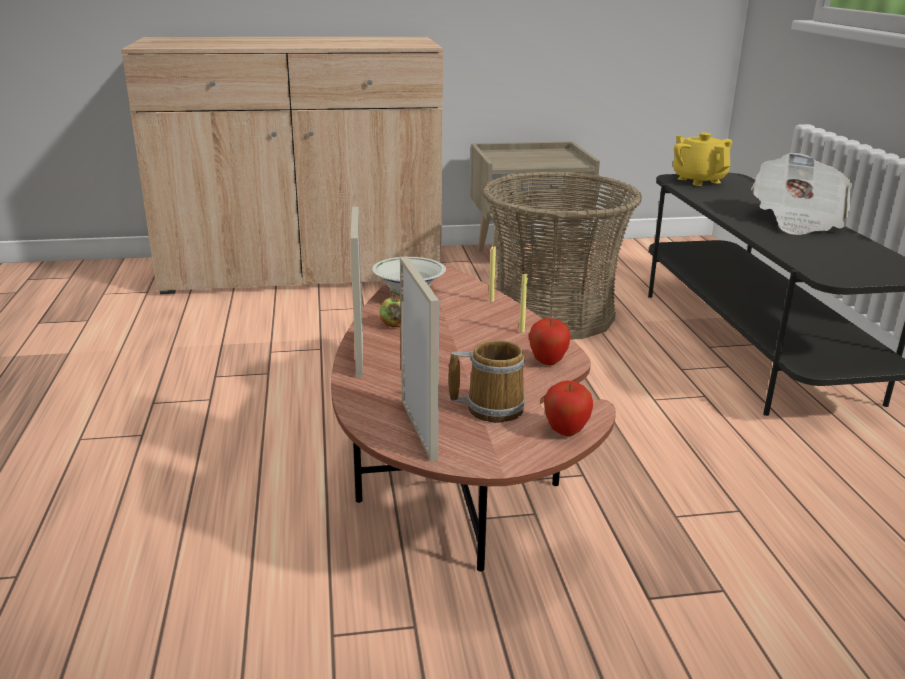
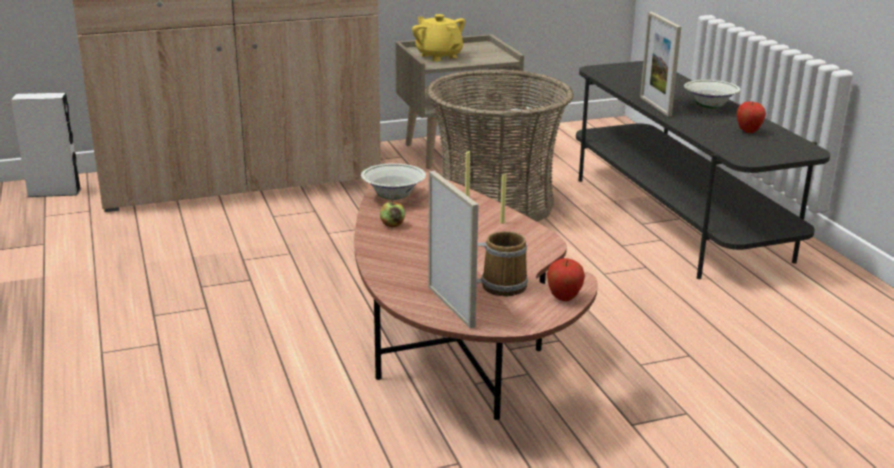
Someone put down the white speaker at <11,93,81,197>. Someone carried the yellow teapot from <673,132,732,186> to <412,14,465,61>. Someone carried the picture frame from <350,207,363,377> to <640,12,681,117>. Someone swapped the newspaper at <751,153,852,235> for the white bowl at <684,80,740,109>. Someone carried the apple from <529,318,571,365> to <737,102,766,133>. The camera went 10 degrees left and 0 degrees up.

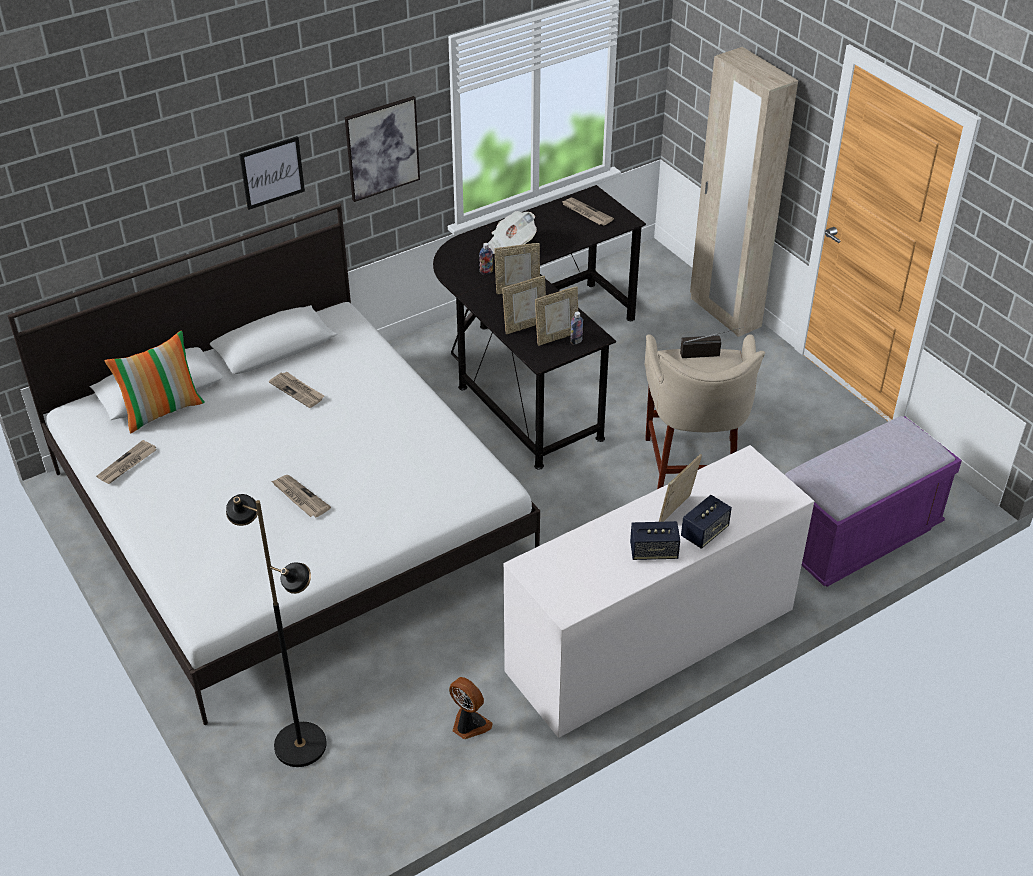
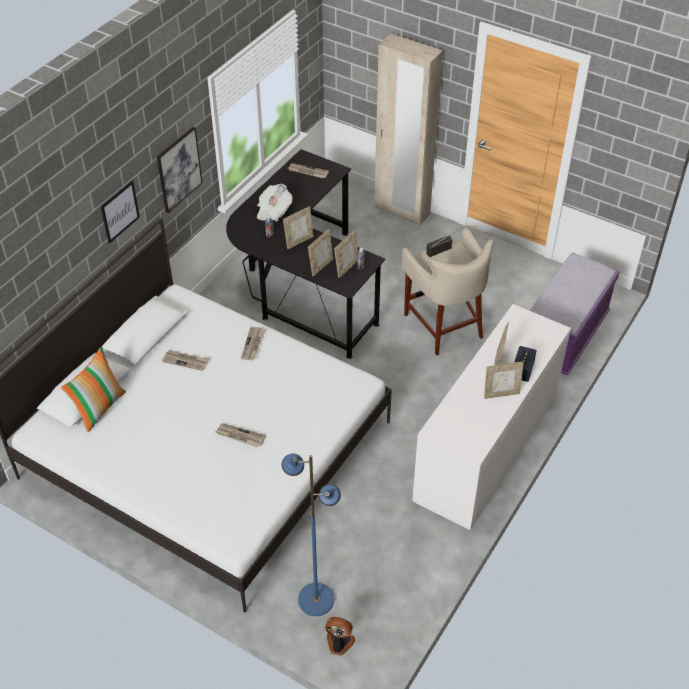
Someone carried the newspaper from <96,440,156,484> to <241,326,265,360>. Someone repainted the black floor lamp at <226,494,327,767>, which became the blue floor lamp at <282,453,341,616>. Someone carried the fan from <449,677,493,739> to <325,617,355,656>. Someone swapped the speaker at <630,521,680,560> for the picture frame at <484,362,524,399>. The camera went 25 degrees left and 5 degrees up.

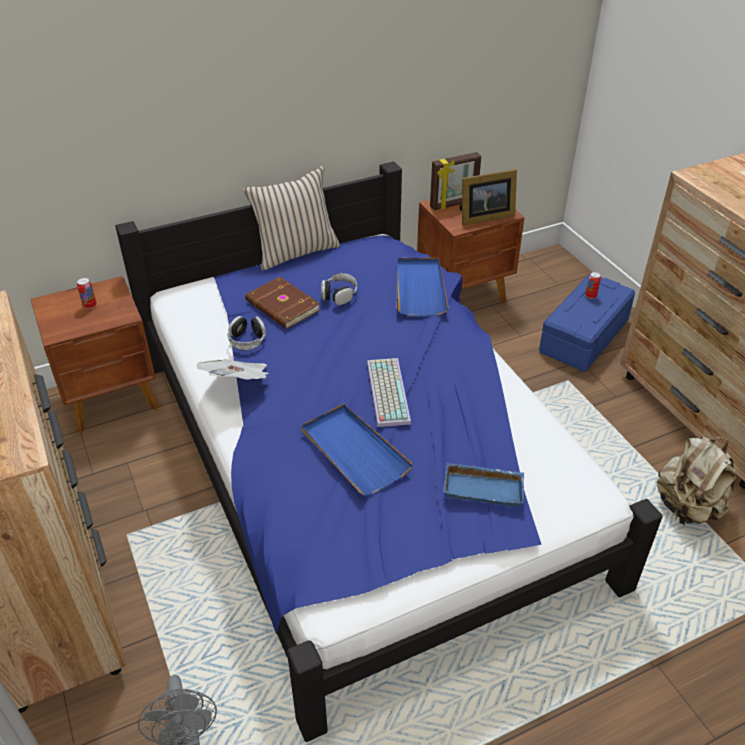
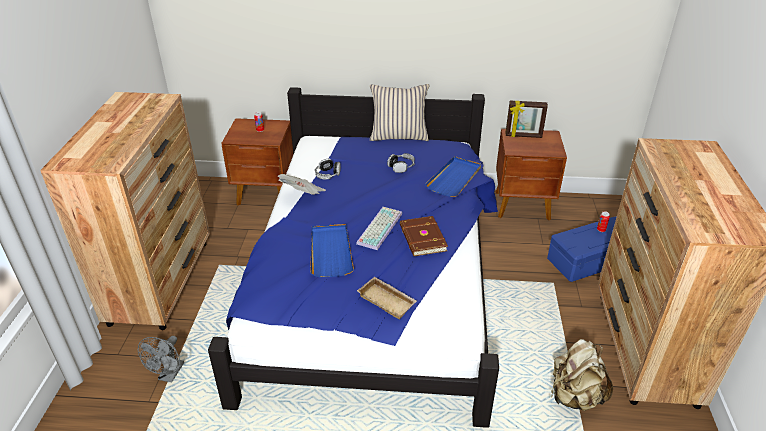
Someone repainted the blue tray at <443,463,524,507>, which became the beige tray at <357,276,417,319>. Someone carried the brown book from <245,277,320,329> to <400,216,448,256>. Someone took away the picture frame at <459,169,517,225>. The camera went 30 degrees right and 5 degrees down.

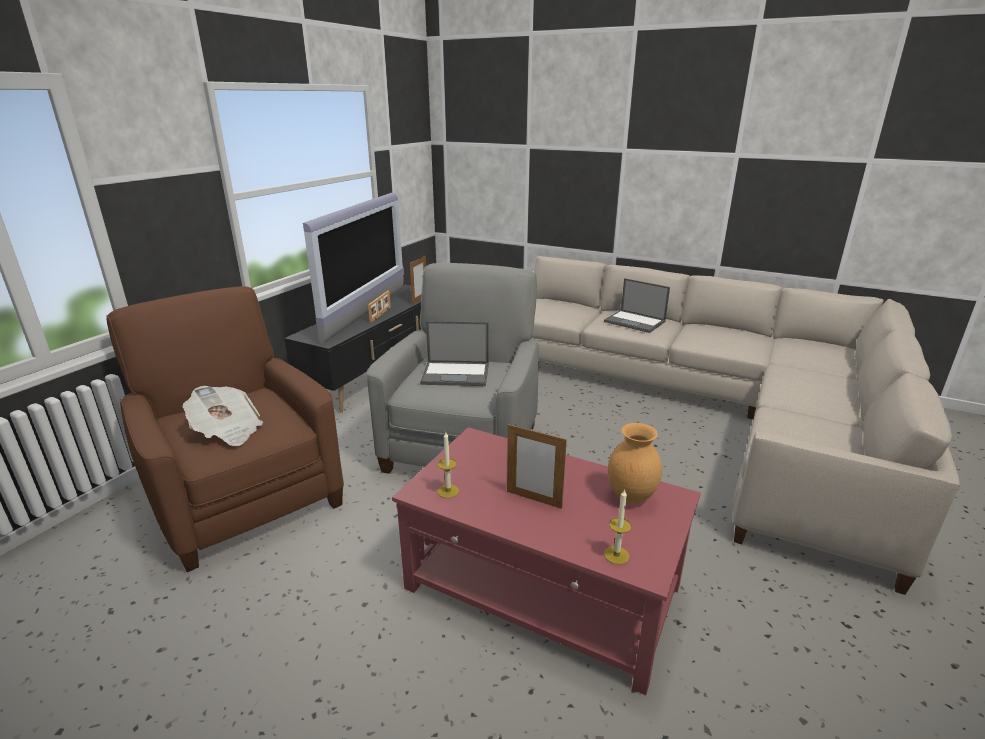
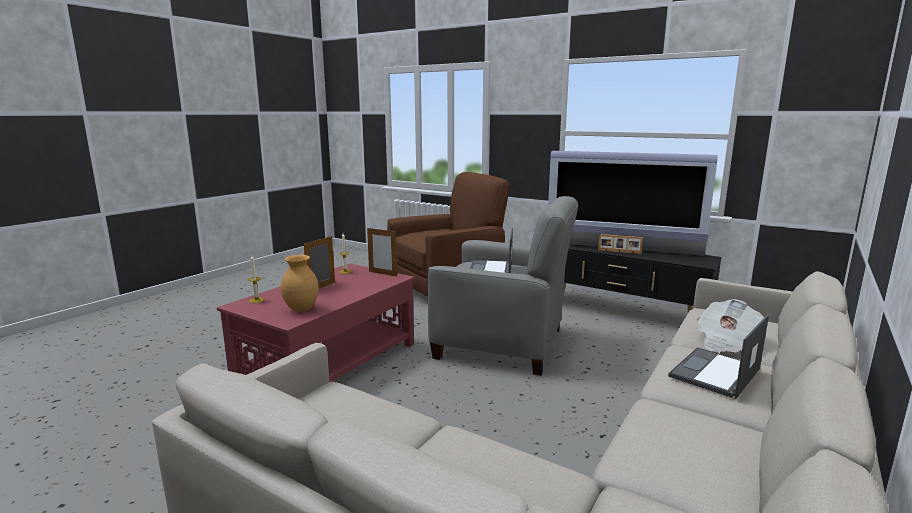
Someone carried the picture frame from <410,256,426,304> to <367,228,397,276>. Someone carried the newspaper from <183,386,263,446> to <698,299,764,352>. The camera went 95 degrees right and 10 degrees down.

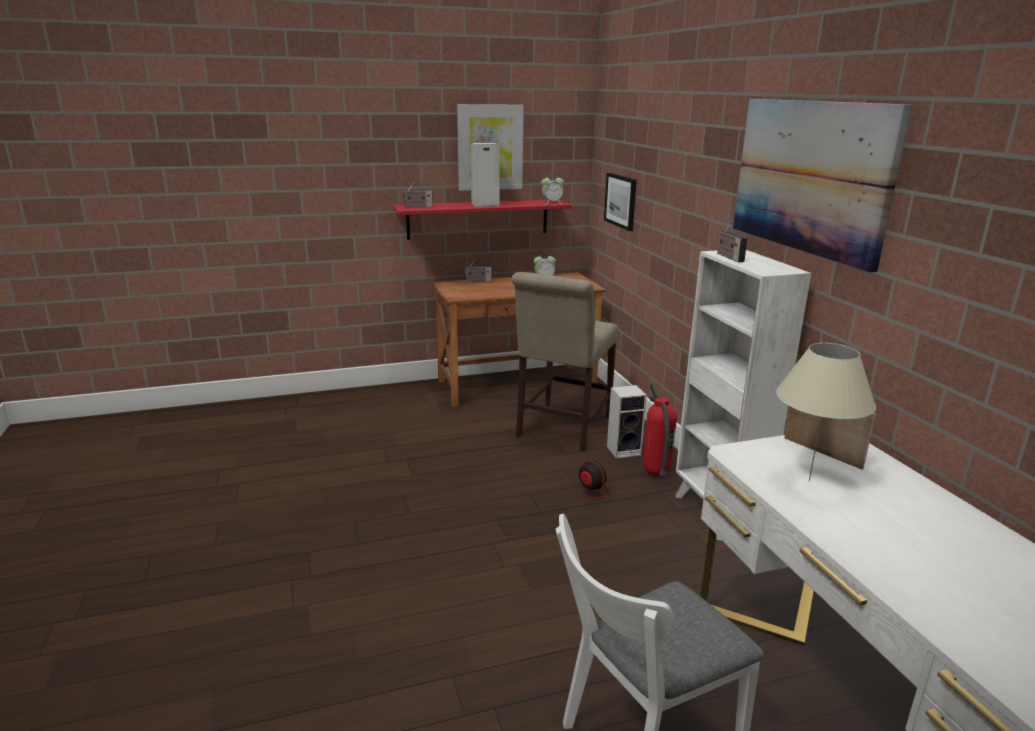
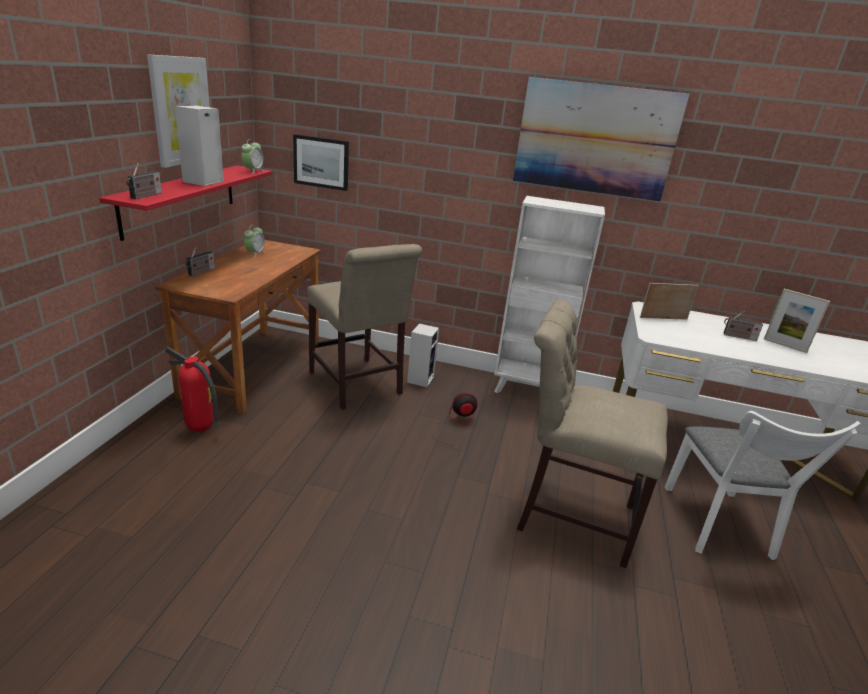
Someone carried the fire extinguisher from <643,383,677,476> to <165,347,221,432>. Someone put down the beige chair at <517,300,668,568>. Someone carried the radio from <717,221,748,262> to <723,311,763,341>. Someone put down the picture frame at <764,289,830,353>. Someone took away the beige table lamp at <776,343,876,482>. The camera went 60 degrees left and 5 degrees up.

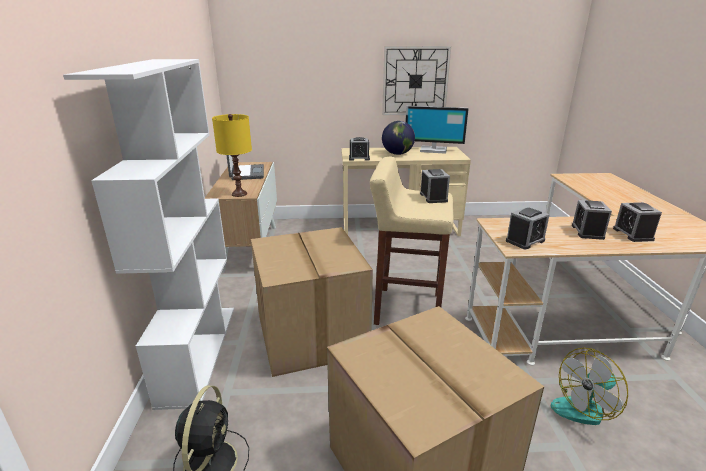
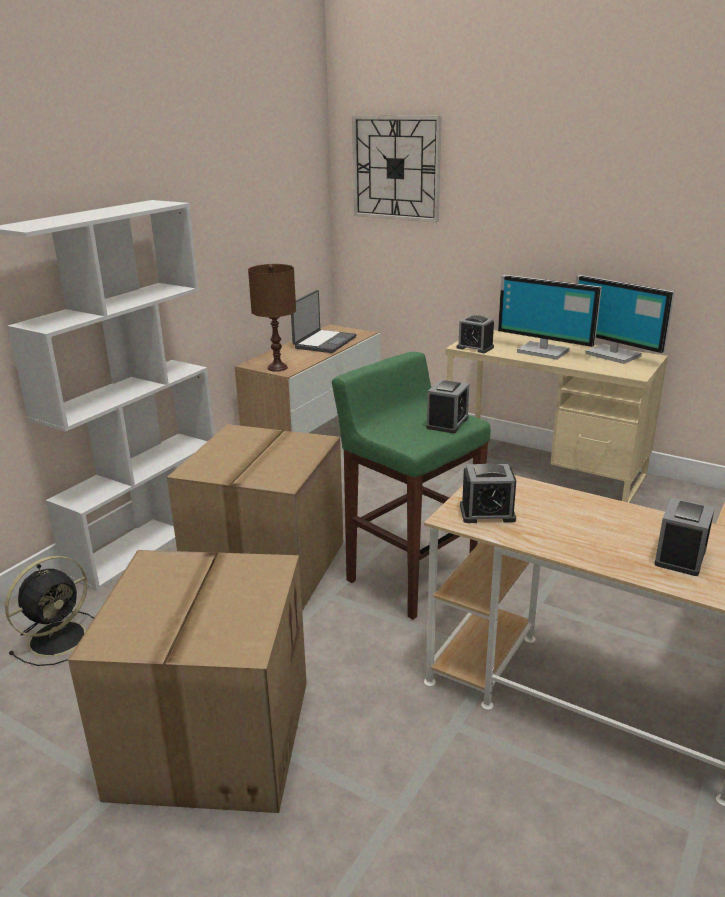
Someone repainted the yellow table lamp at <212,114,252,197>, which became the brown table lamp at <248,264,296,372>. Someone repainted the beige stool at <370,157,454,325>, which became the green stool at <332,352,490,620>. Someone carried the wall clock from <382,46,451,115> to <352,115,442,223>. Someone swapped the globe at <382,121,415,155> for the monitor at <498,275,602,360>. Someone took away the fan at <551,348,628,425>. Someone took away the alarm clock at <572,200,612,240>. The camera went 35 degrees right and 0 degrees up.

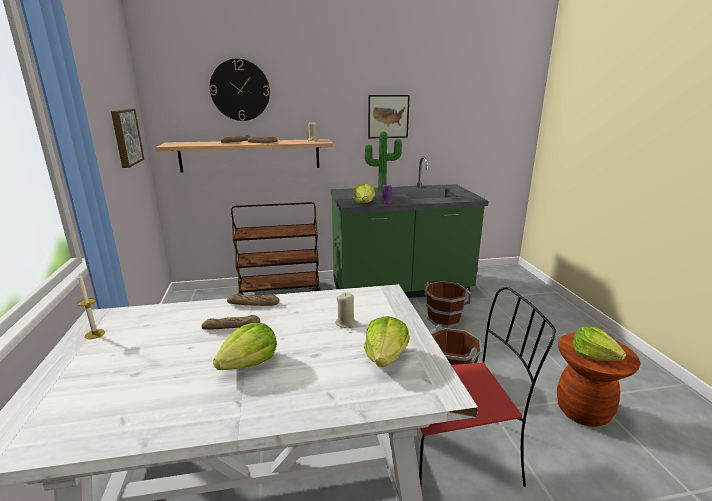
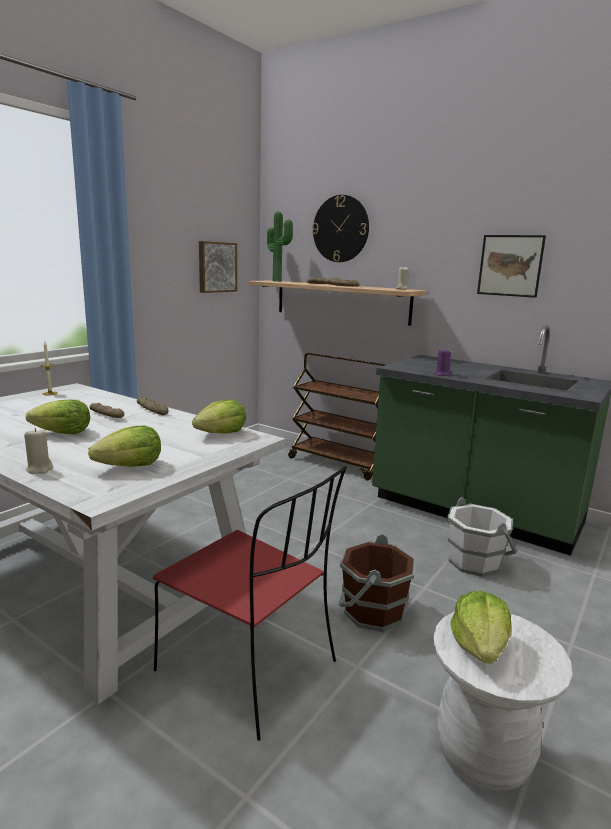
Someone carried the beige candle from <335,293,357,328> to <24,428,53,474>. Someone carried the lettuce from <354,184,375,203> to <192,399,246,434>. Someone carried the potted plant from <365,131,402,193> to <267,211,293,282>. Someone repainted the brown stool at <557,332,640,427>, which became the white stool at <433,611,573,791>. Someone repainted the brown bucket at <424,281,471,328>, which became the white bucket at <447,497,517,577>. The camera went 45 degrees right and 5 degrees down.

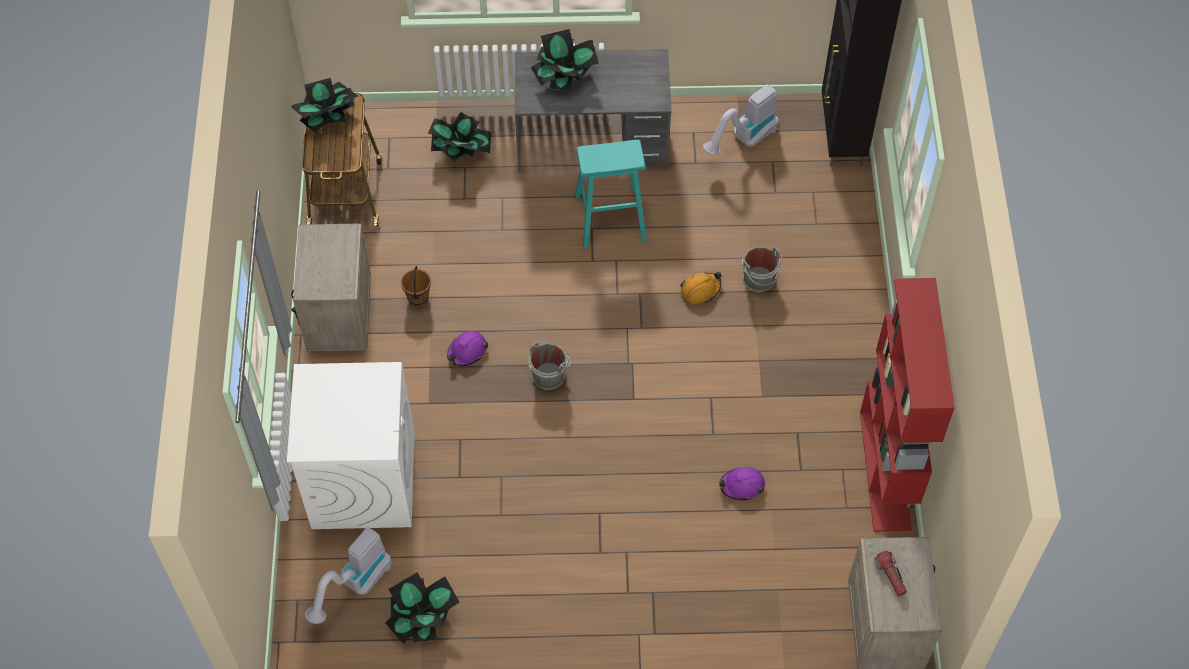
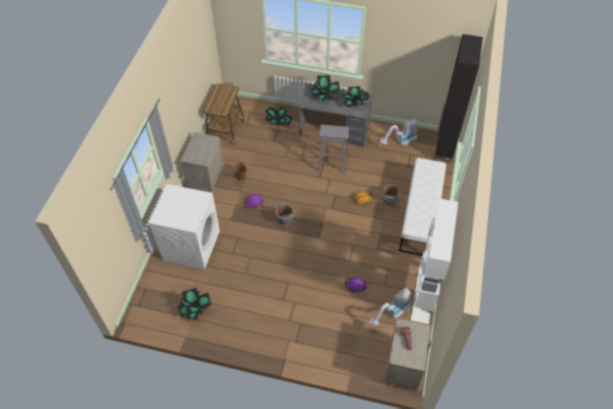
Someone repainted the turquoise stool at <574,140,647,249>, which became the grey stool at <317,125,349,174>. Someone carried the potted plant from <291,78,358,133> to <341,86,370,107>. Someone carried the vacuum cleaner from <305,527,392,624> to <370,288,411,326>. Someone put down the white bench at <399,158,446,256>. Someone repainted the red bookcase at <860,278,955,532>, which became the white bookcase at <411,198,458,325>. The camera went 15 degrees right and 5 degrees down.

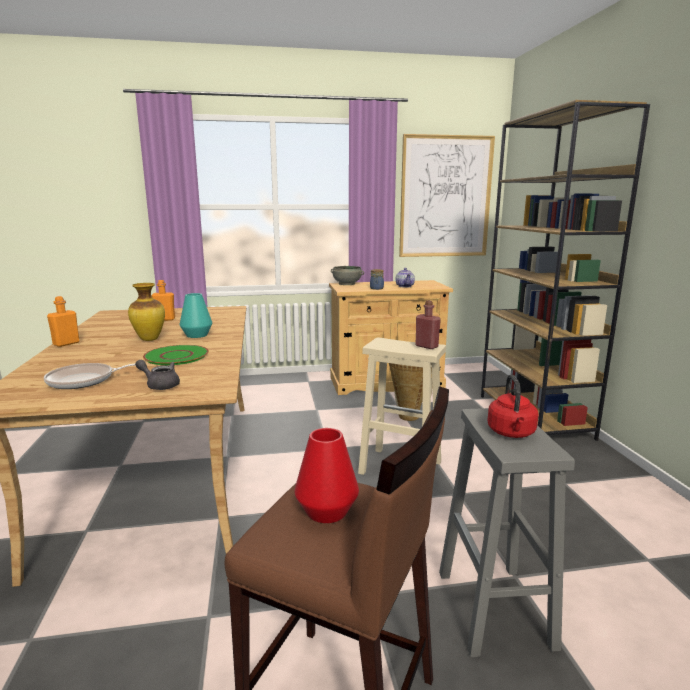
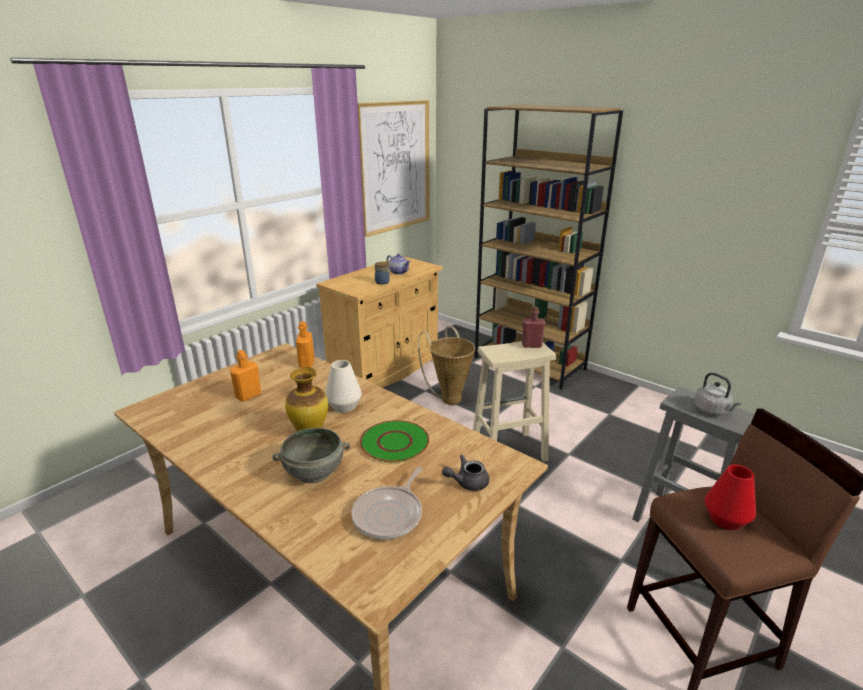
Someone carried the grey bowl from <331,266,364,285> to <272,428,350,483>. Someone carried the orange bottle from <47,296,80,347> to <296,321,314,368>. Someone repainted the turquoise vase at <180,293,212,338>, which became the white vase at <325,360,362,413>. Someone repainted the red kettle at <487,374,539,438>, which became the grey kettle at <695,373,742,416>. The camera went 40 degrees left and 10 degrees up.

